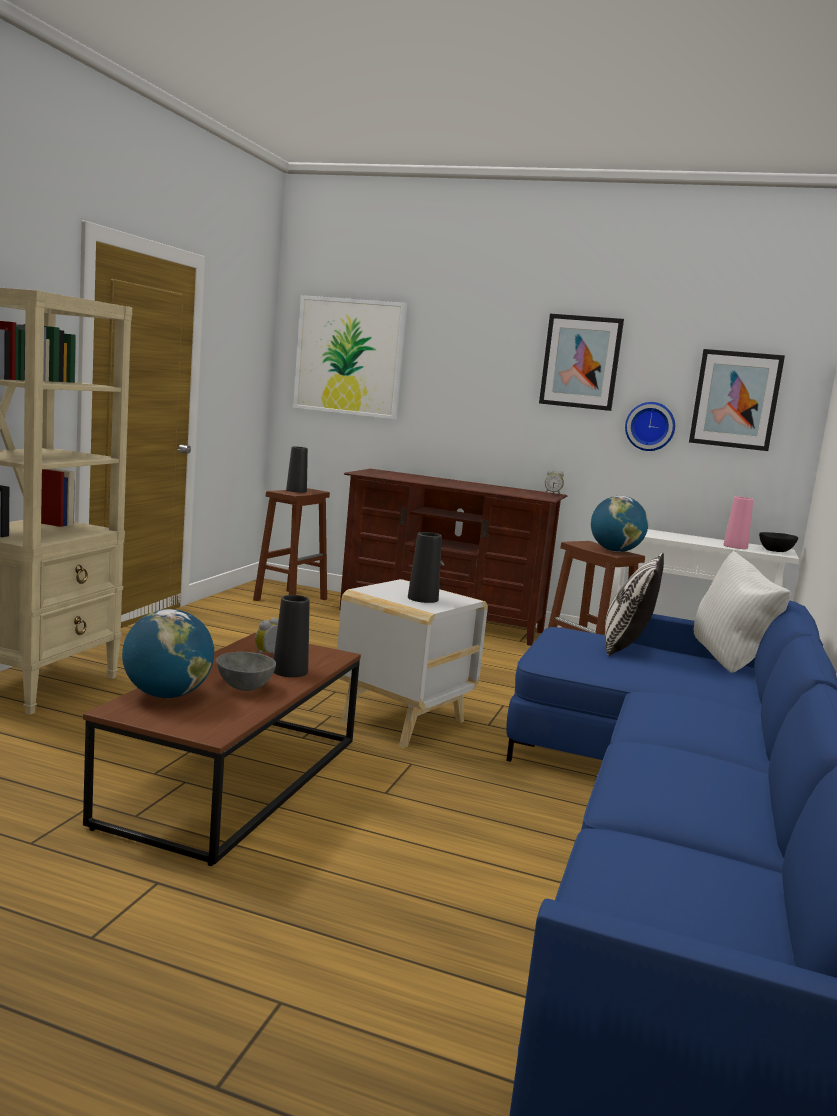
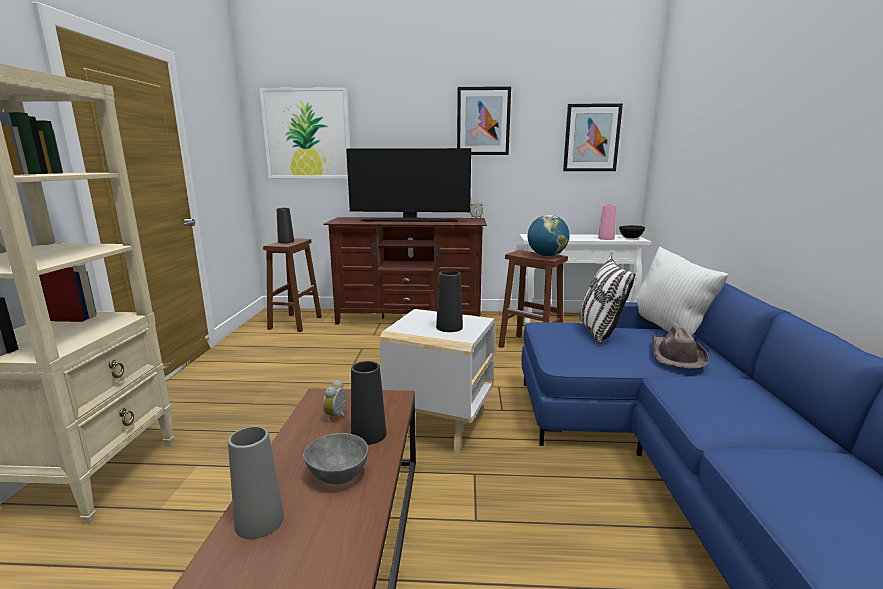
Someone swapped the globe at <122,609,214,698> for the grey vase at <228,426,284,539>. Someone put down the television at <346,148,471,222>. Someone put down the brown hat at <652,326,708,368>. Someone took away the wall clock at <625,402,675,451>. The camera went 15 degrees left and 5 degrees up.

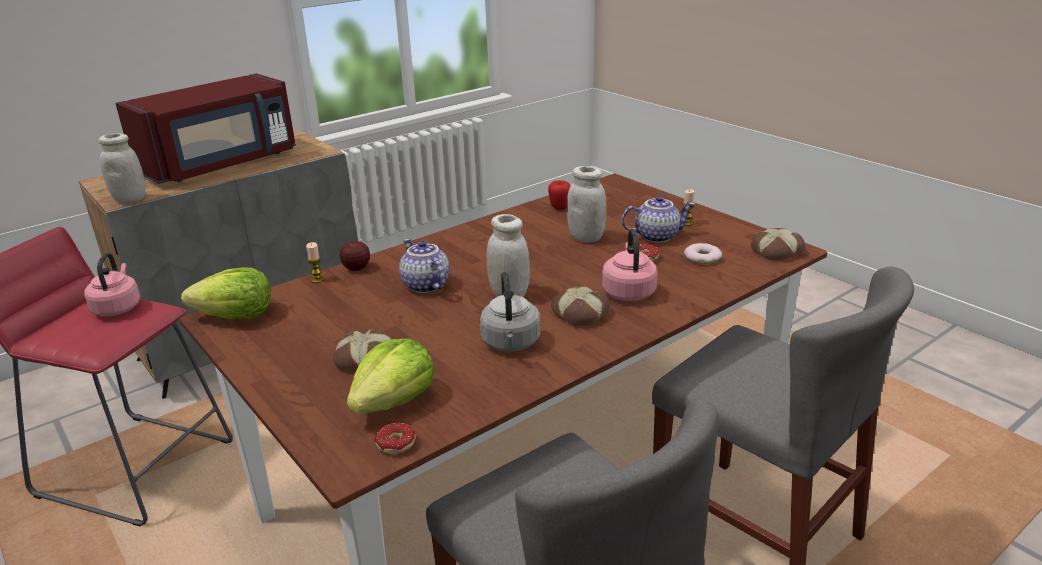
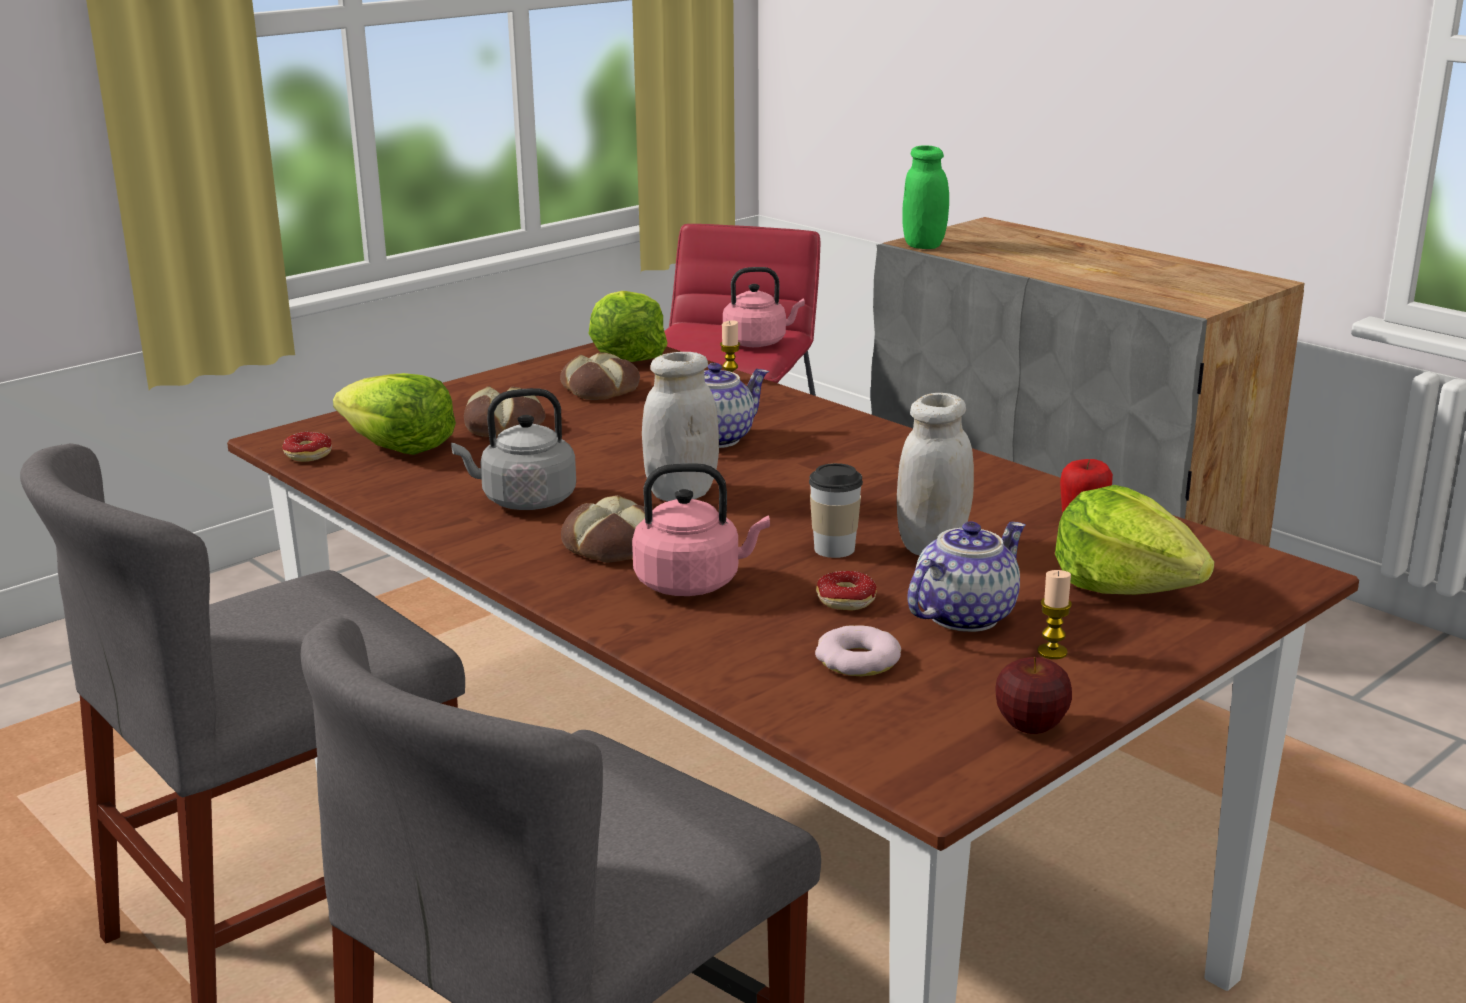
Someone carried the bread from <751,228,805,260> to <560,353,640,400>. Someone put down the cup at <809,463,863,558>. Someone repainted the white jar at <98,133,146,203>, which became the green jar at <902,145,949,249>. Someone rotated the teapot at <621,195,695,243> by 120 degrees counterclockwise. Someone carried the apple from <340,241,370,271> to <995,657,1072,734>. Someone put down the lettuce at <1055,485,1215,595>. Someone took away the red microwave at <115,73,296,184>. The camera went 85 degrees right and 5 degrees down.

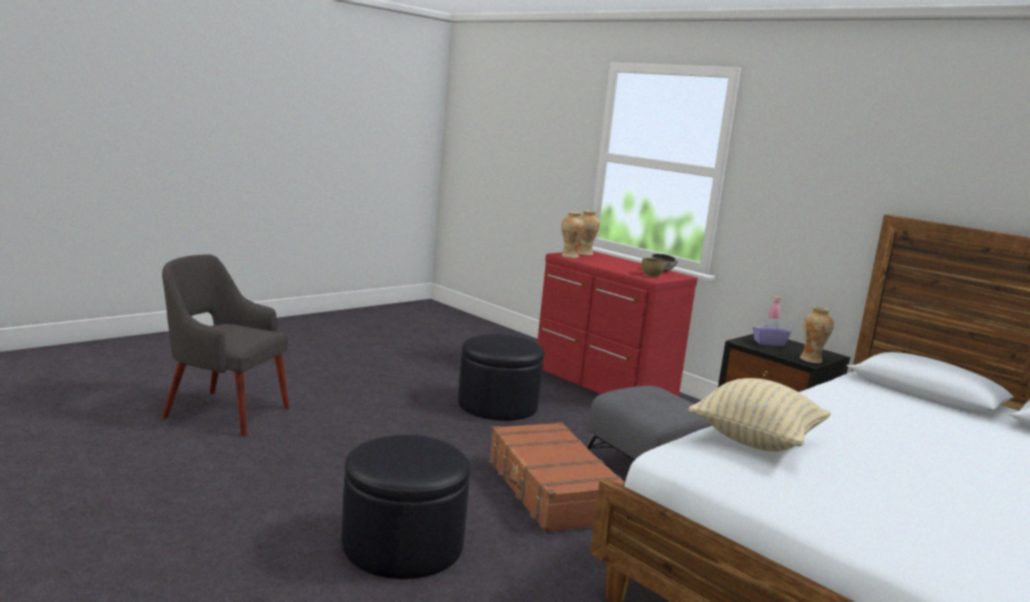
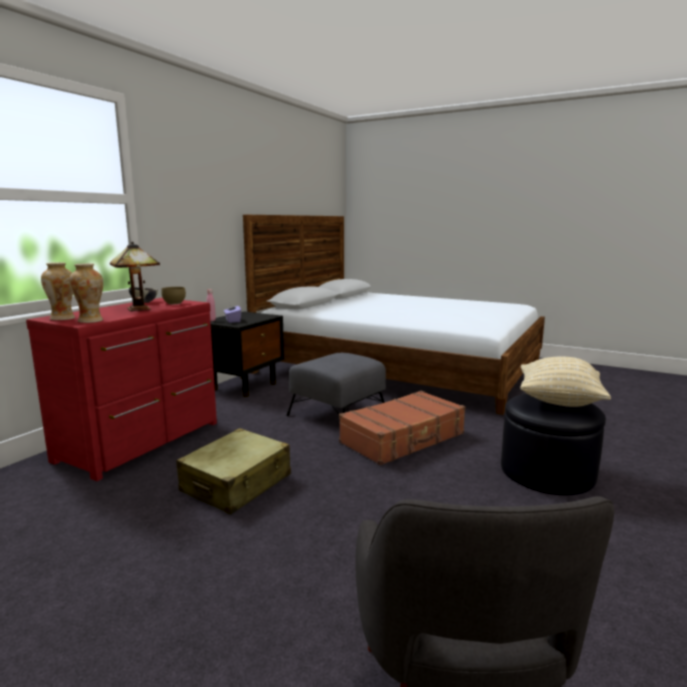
Someone put down the table lamp at <110,241,160,311>. Someone swapped the black ottoman at <458,334,544,421> for the beige suitcase at <176,428,291,514>. Someone carried the beige pillow from <688,378,831,452> to <520,356,611,407>. Someone took away the vase at <800,306,834,363>. The camera went 105 degrees left and 0 degrees up.

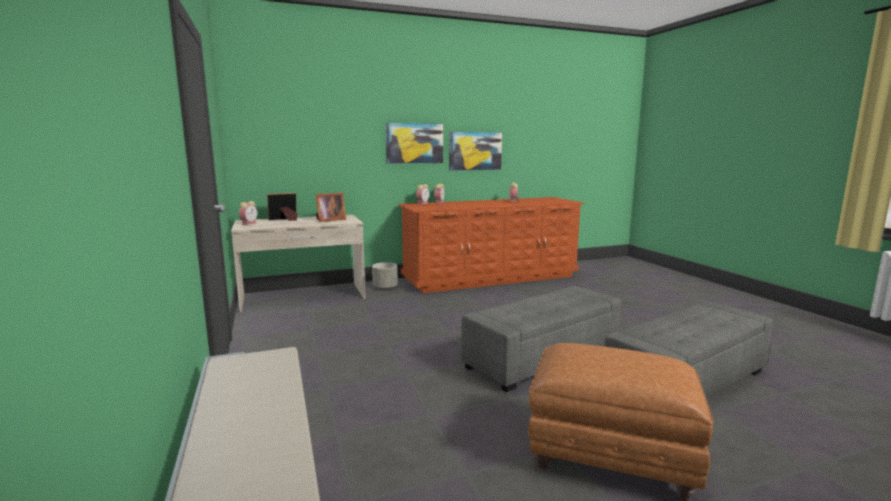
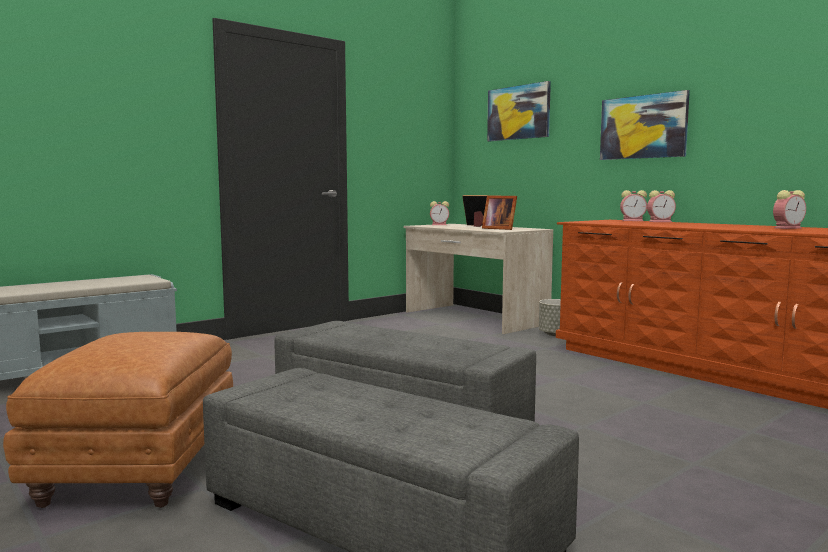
Someone carried the picture from <449,132,502,171> to <487,81,551,141>. The camera went 70 degrees right and 5 degrees down.

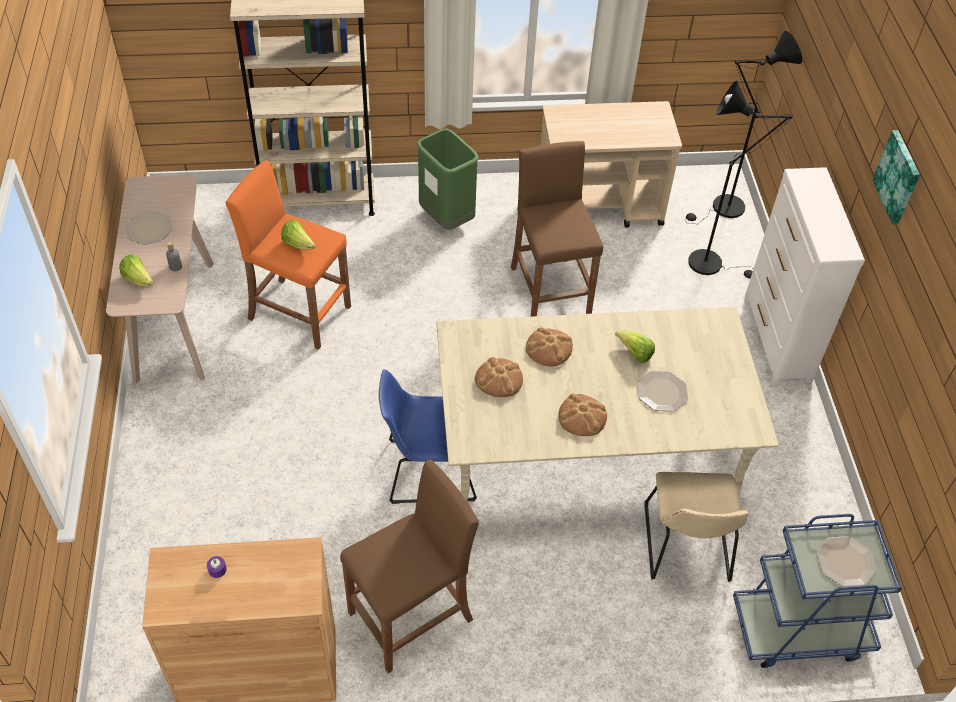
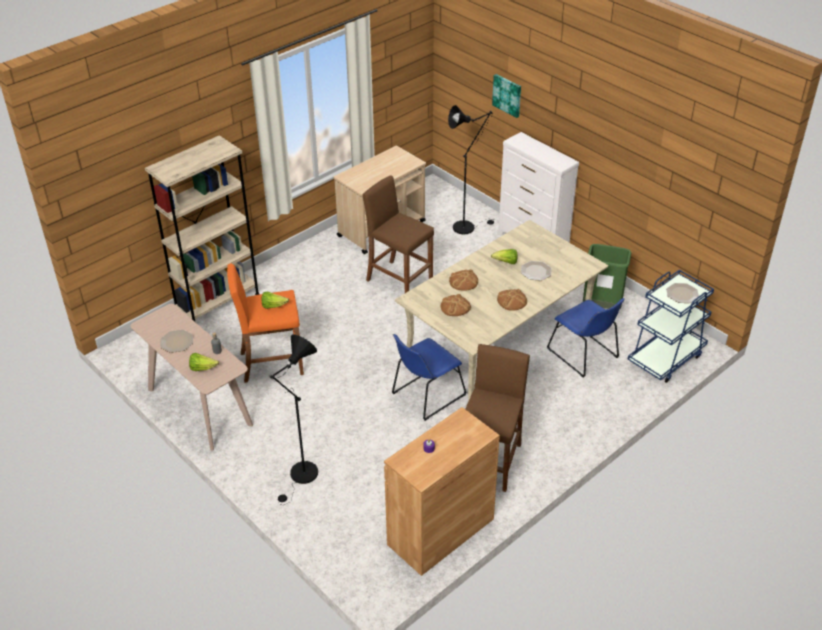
Someone carried the black floor lamp from <686,31,802,224> to <269,335,318,505>. Someone carried the picture from <872,130,920,224> to <492,74,521,118>. Someone repainted the beige chair at <644,472,748,582>, which became the blue chair at <547,298,625,378>. Someone carried the green trash can from <416,128,479,230> to <583,244,631,309>. The camera went 35 degrees left and 10 degrees down.

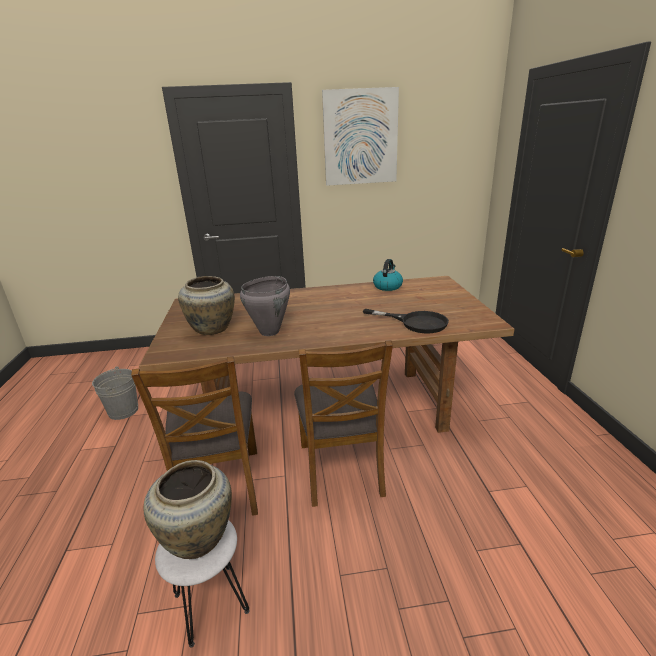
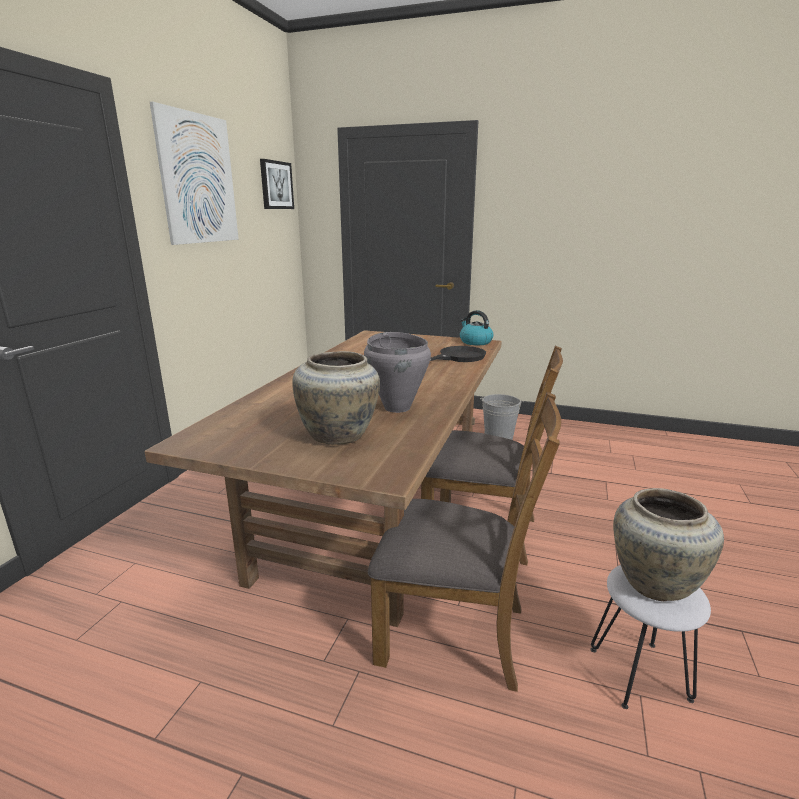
Someone put up the picture at <260,159,294,209>. Someone carried the kettle from <373,259,403,291> to <460,310,493,345>. Someone carried the grey bucket from <92,366,138,420> to <480,394,524,440>. The camera went 65 degrees left and 5 degrees down.

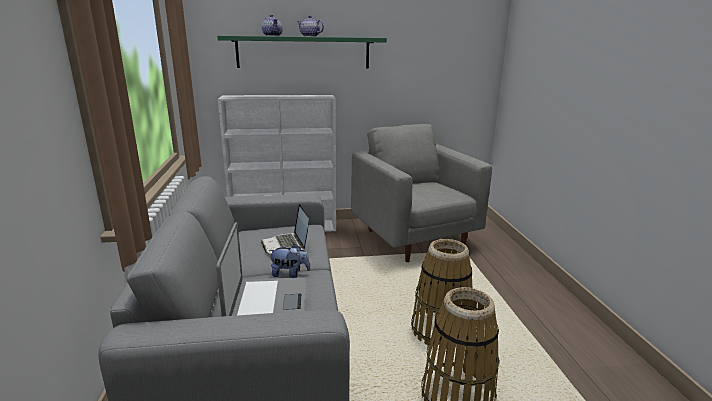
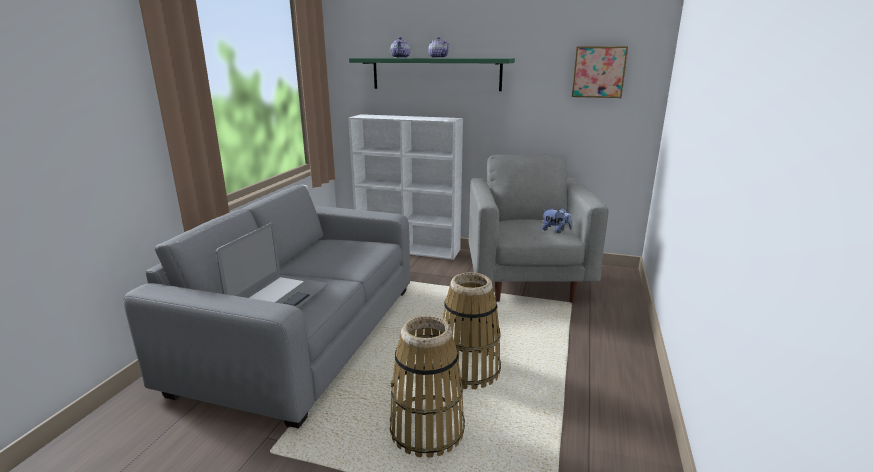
Someone carried the plush toy from <268,244,310,278> to <542,208,572,233>. Someone put up the picture at <572,46,628,98>. Someone took away the laptop at <261,204,309,254>. The camera went 25 degrees right and 0 degrees up.

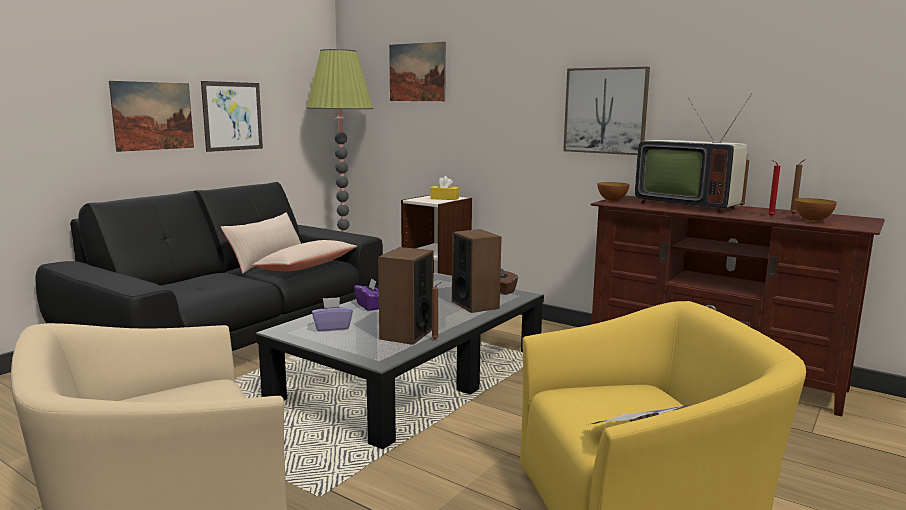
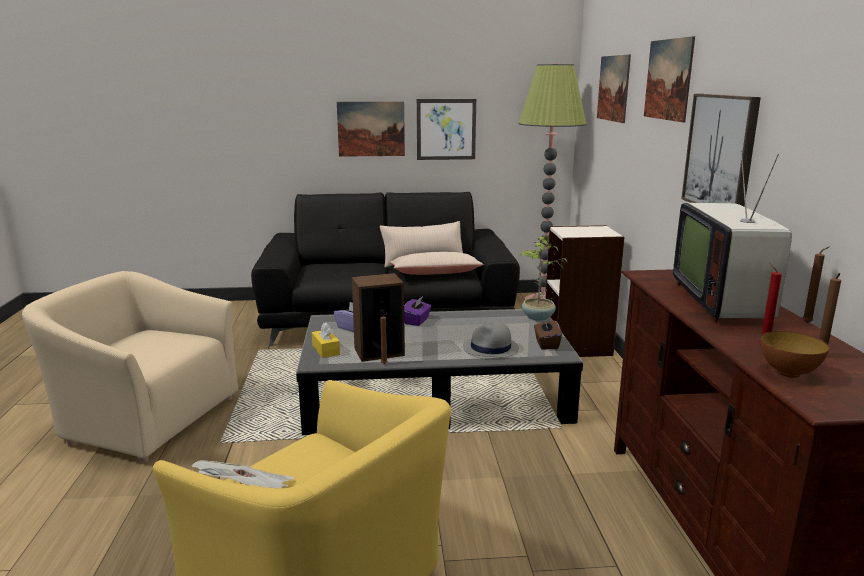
Someone carried the yellow tissue box from <430,176,459,200> to <312,323,340,358>. Someone swapped the speaker at <452,229,502,313> for the grey hat at <463,320,519,358>. Someone put down the potted plant at <520,235,568,321>. Someone put up the picture at <644,36,695,122>. Someone took away the bowl at <597,182,629,202>. The camera went 50 degrees right and 5 degrees up.

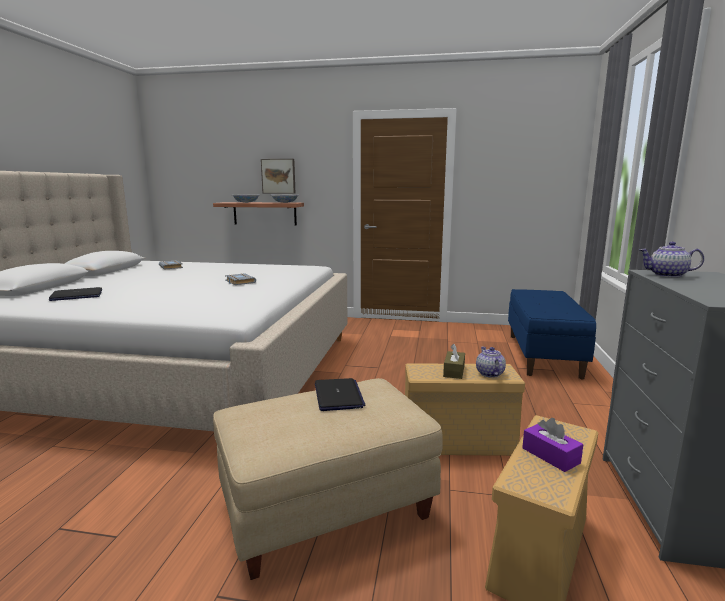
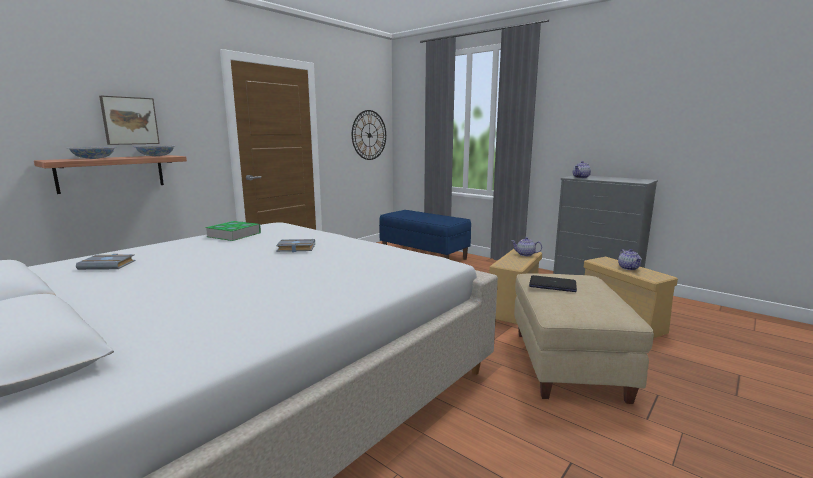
Someone put down the book at <205,221,261,241>. Someone put up the wall clock at <352,110,386,160>. Someone swapped the purple tissue box at <522,418,583,472> for the teapot at <618,249,642,270>. Someone took away the laptop at <49,287,102,301>. Someone took away the brown tissue box at <443,344,465,379>. The camera went 60 degrees left and 0 degrees up.

